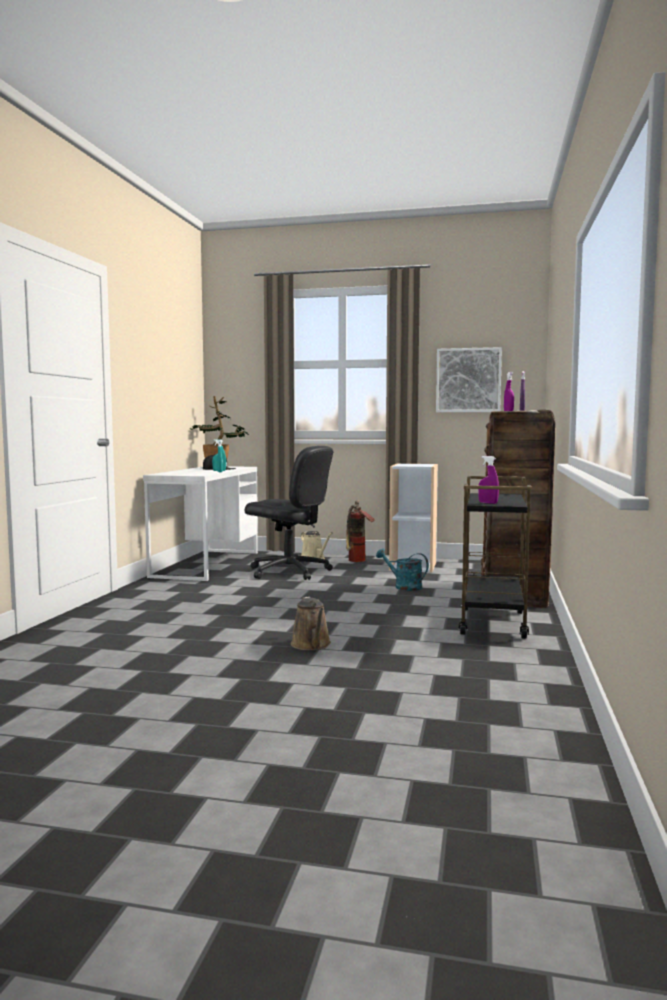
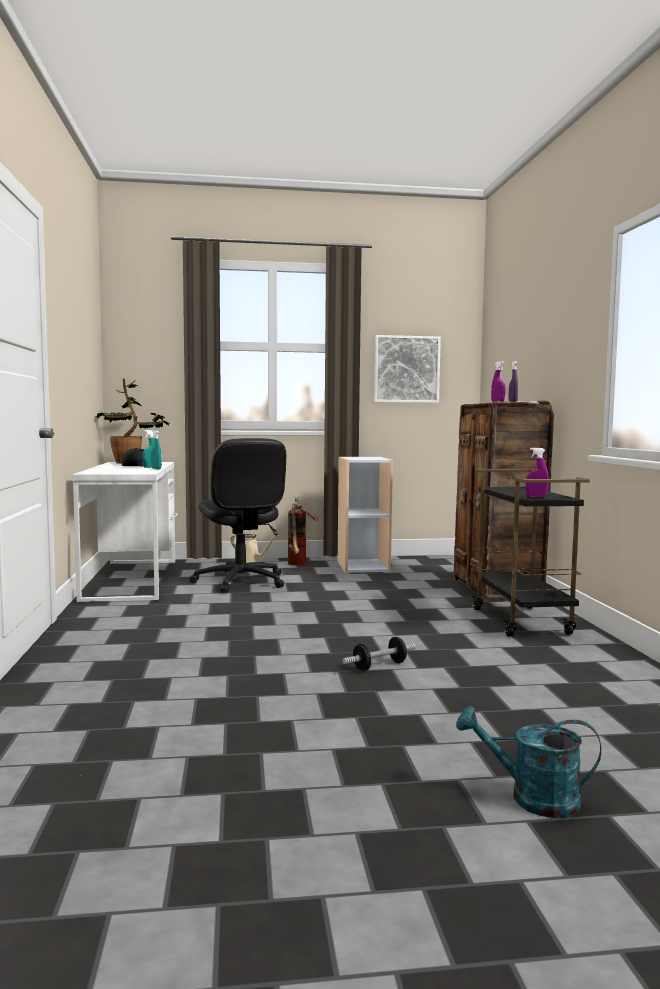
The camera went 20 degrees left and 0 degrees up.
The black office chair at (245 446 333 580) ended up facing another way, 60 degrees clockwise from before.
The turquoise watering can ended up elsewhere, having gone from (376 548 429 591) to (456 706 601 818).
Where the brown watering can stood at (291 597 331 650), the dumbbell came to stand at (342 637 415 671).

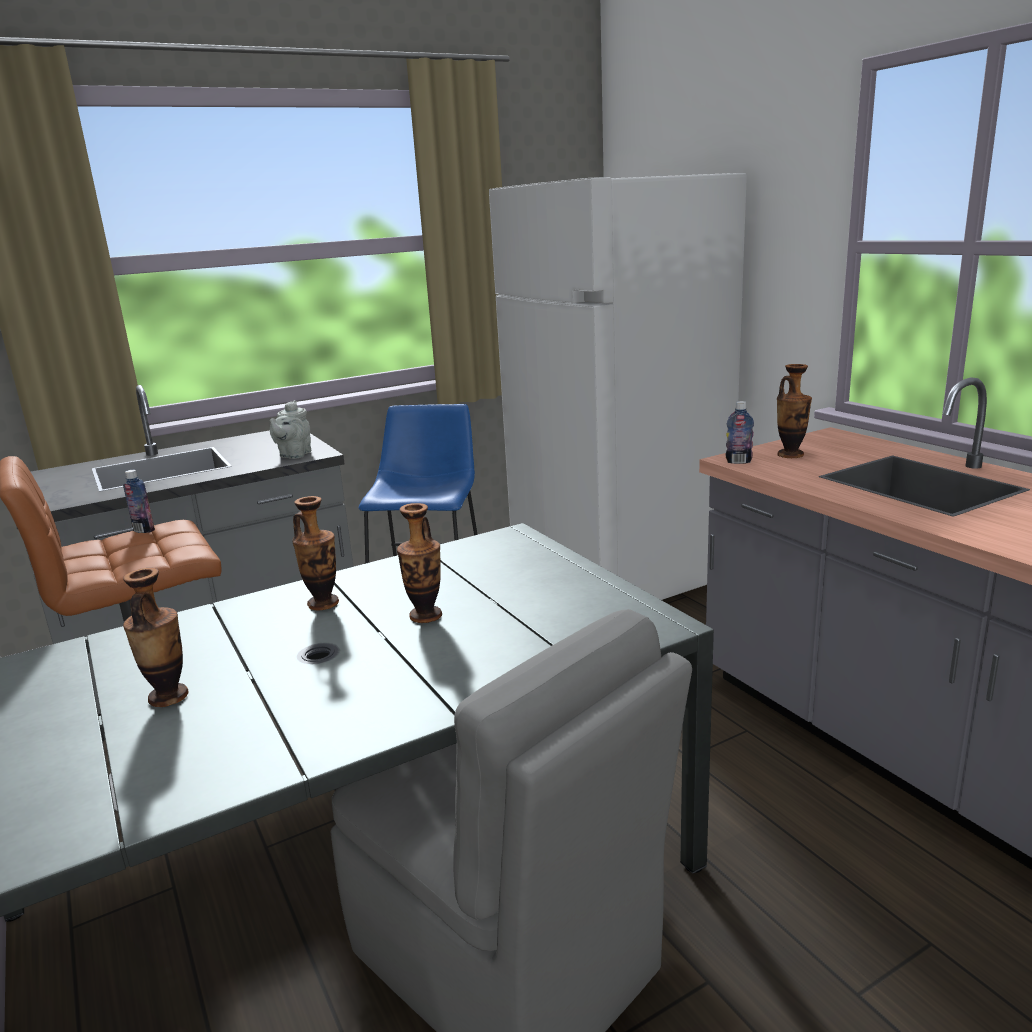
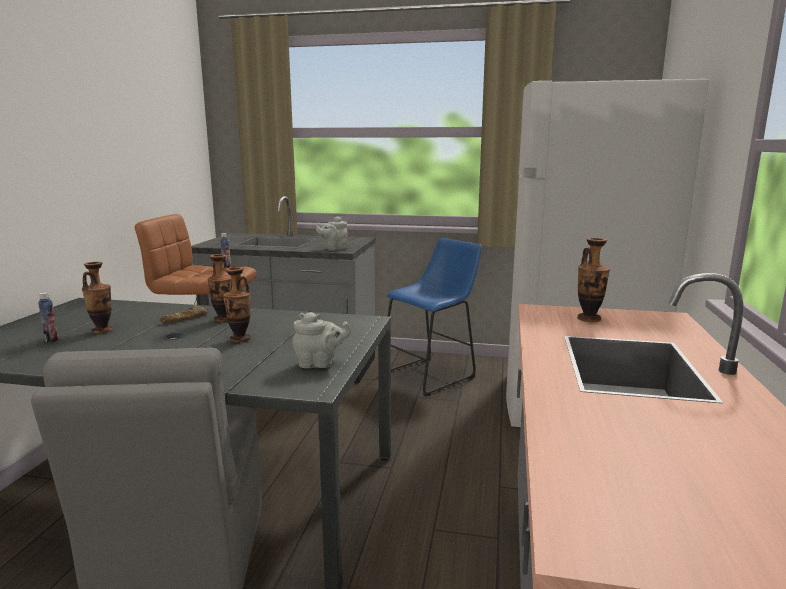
The camera went 40 degrees right and 5 degrees down.
The bottle ended up elsewhere, having gone from (726 401 754 464) to (38 292 58 343).
The second view gained the bread at (160 305 208 324).
The second view gained the grey teapot at (293 312 351 368).

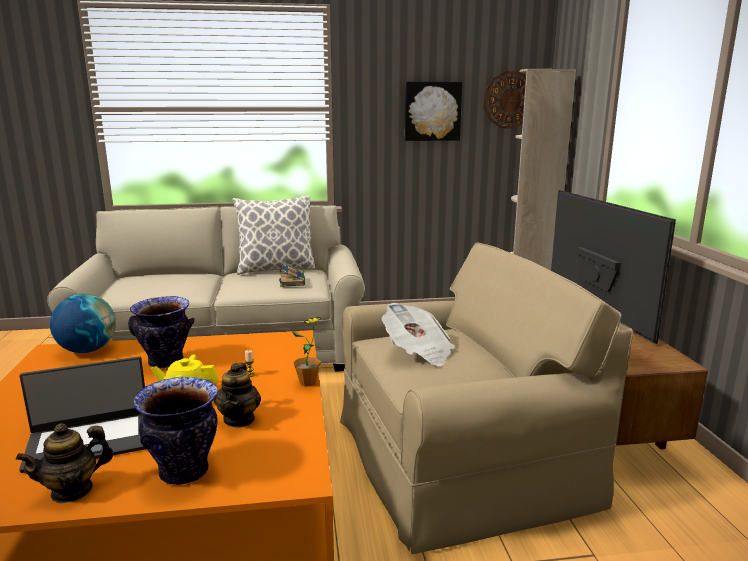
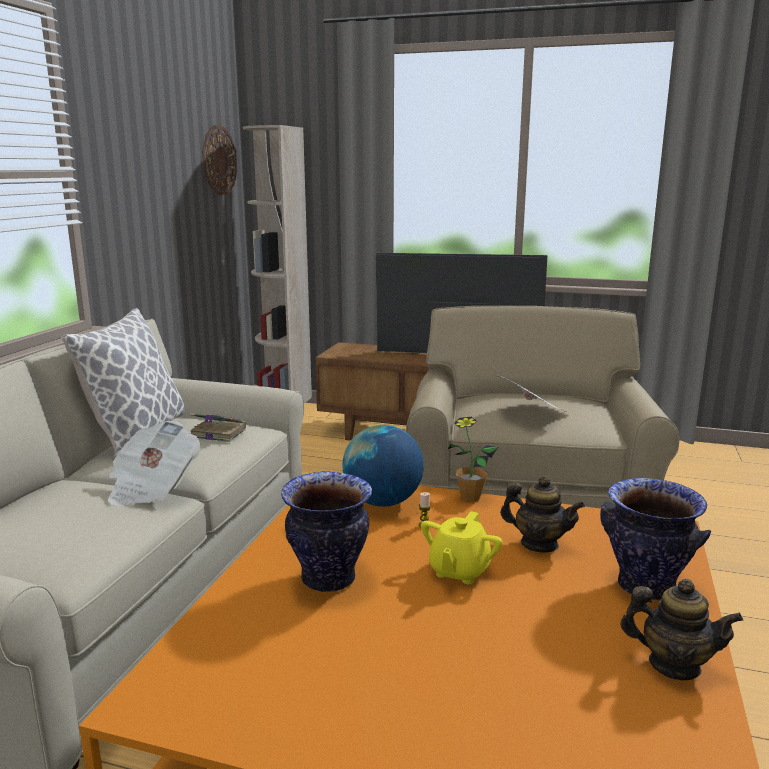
The camera went 65 degrees left and 0 degrees up.
The second view lost the picture at (405 82 462 141).
The globe ended up elsewhere, having gone from (50 294 116 353) to (342 425 424 507).
The second view lost the laptop at (19 357 147 473).
The teapot at (16 423 114 503) ended up facing another way, 60 degrees counterclockwise from before.
The second view gained the newspaper at (108 421 200 506).

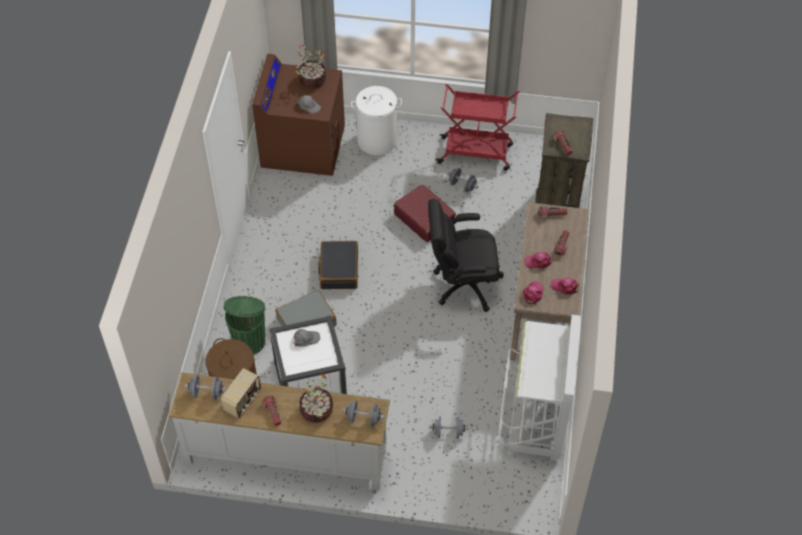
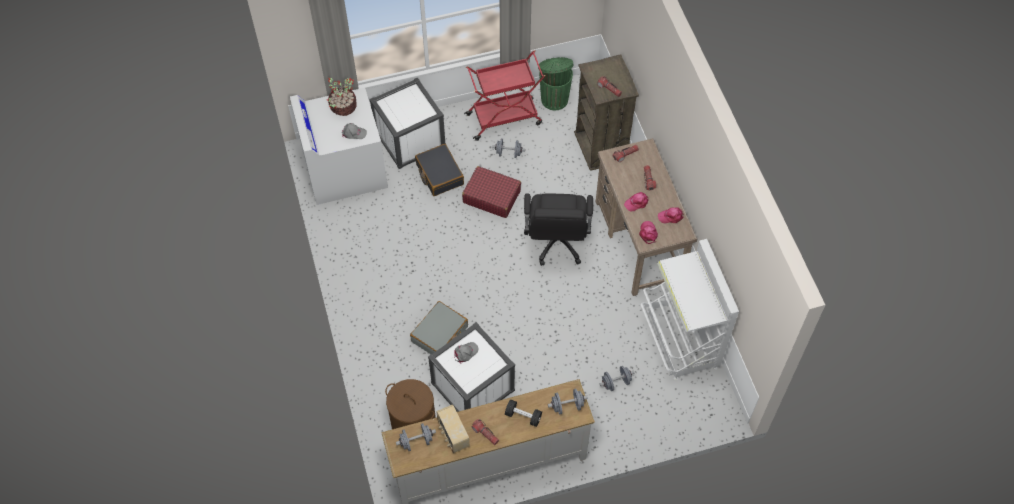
The camera went 25 degrees left and 5 degrees up.
What was the brown washing machine at (252 54 345 176) turned into the white washing machine at (290 88 388 205).
Where the white laundry basket stood at (351 86 402 155), the white storage box came to stand at (369 78 445 169).
The black office chair at (428 199 504 312) ended up facing another way, 60 degrees counterclockwise from before.
The black suitcase ended up elsewhere, having gone from (318 241 358 289) to (415 144 464 196).
The green trash can ended up elsewhere, having gone from (224 296 265 355) to (538 57 573 110).
The radio at (221 368 261 418) ended up facing another way, 150 degrees clockwise from before.
Where the potted plant stood at (299 373 333 423), the black dumbbell came to stand at (505 399 542 427).

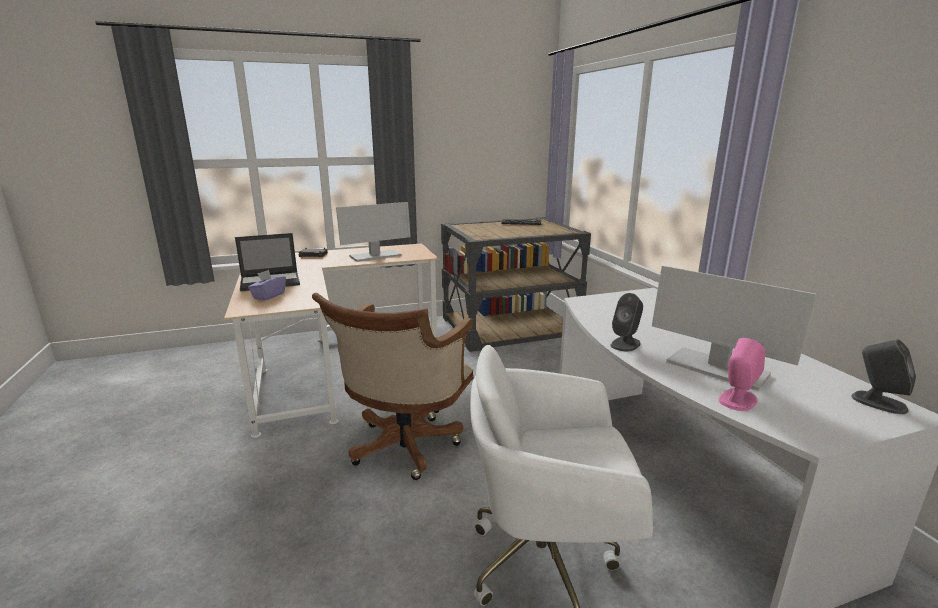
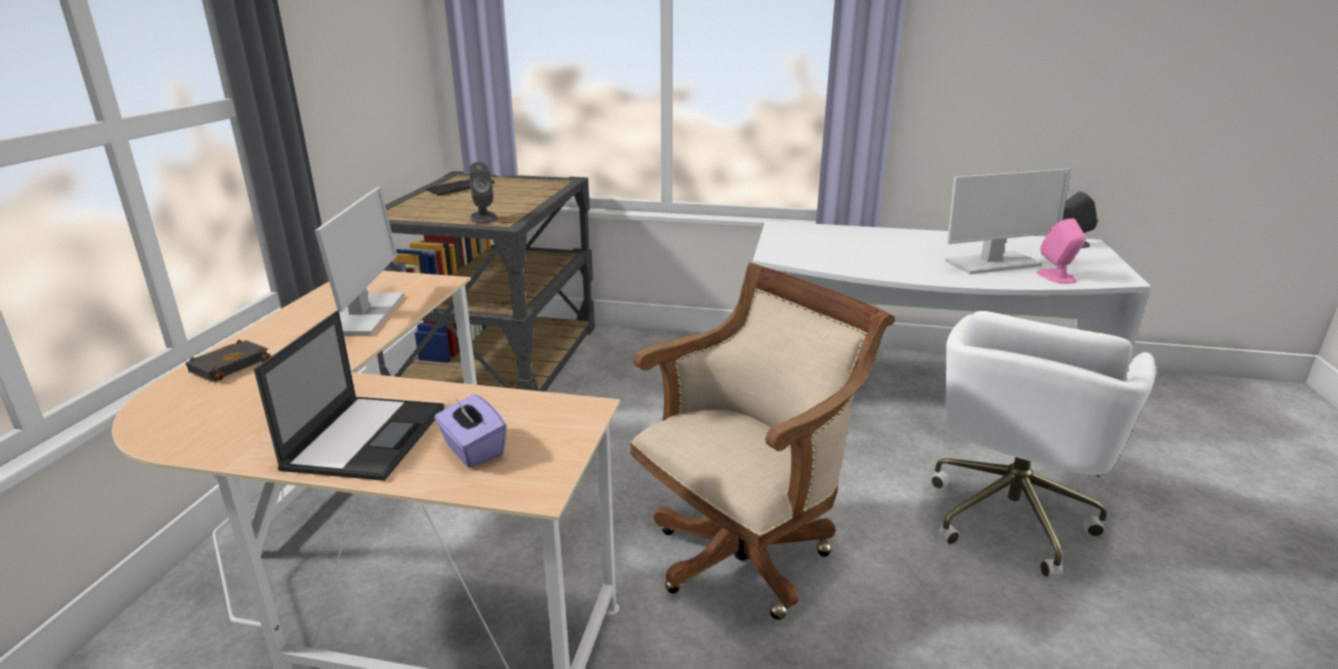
The camera went 60 degrees left and 5 degrees up.
The office chair at (312 293 473 480) ended up facing another way, 90 degrees counterclockwise from before.
The grey speaker ended up elsewhere, having gone from (611 293 643 352) to (469 162 497 223).

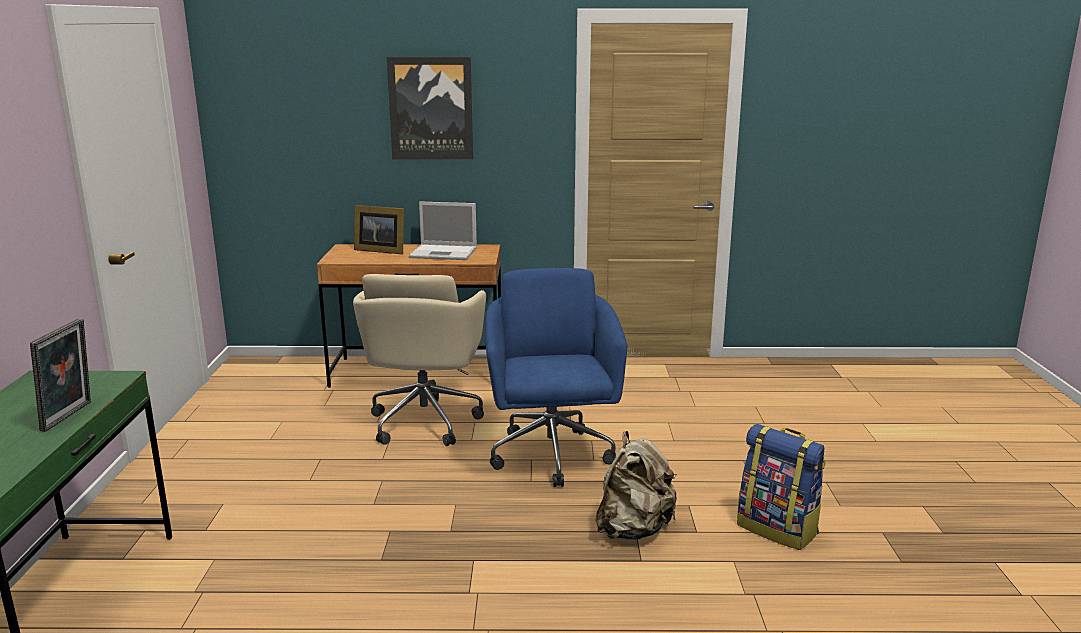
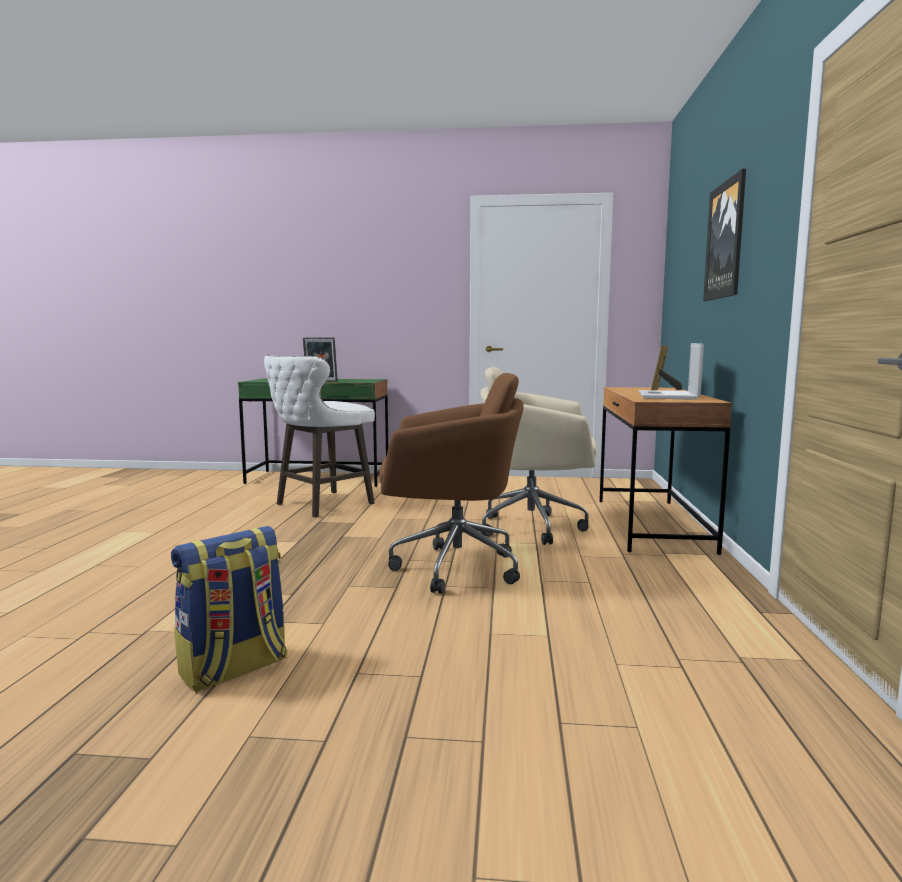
The camera went 95 degrees right and 10 degrees down.
What was the blue office chair at (485 268 627 487) turned into the brown office chair at (379 373 524 594).
The second view lost the beige backpack at (595 431 677 540).
The second view gained the white stool at (264 355 375 517).

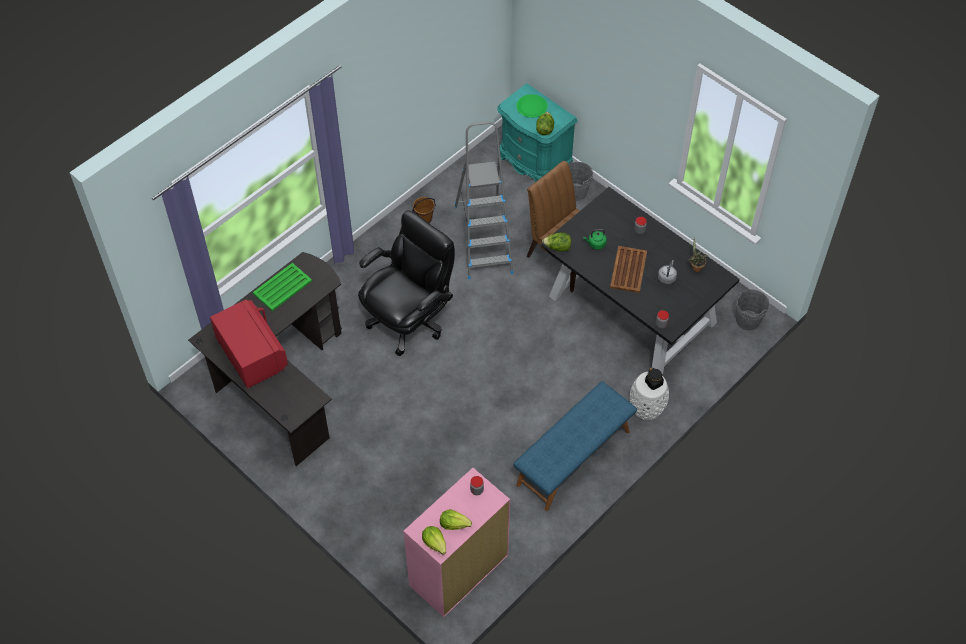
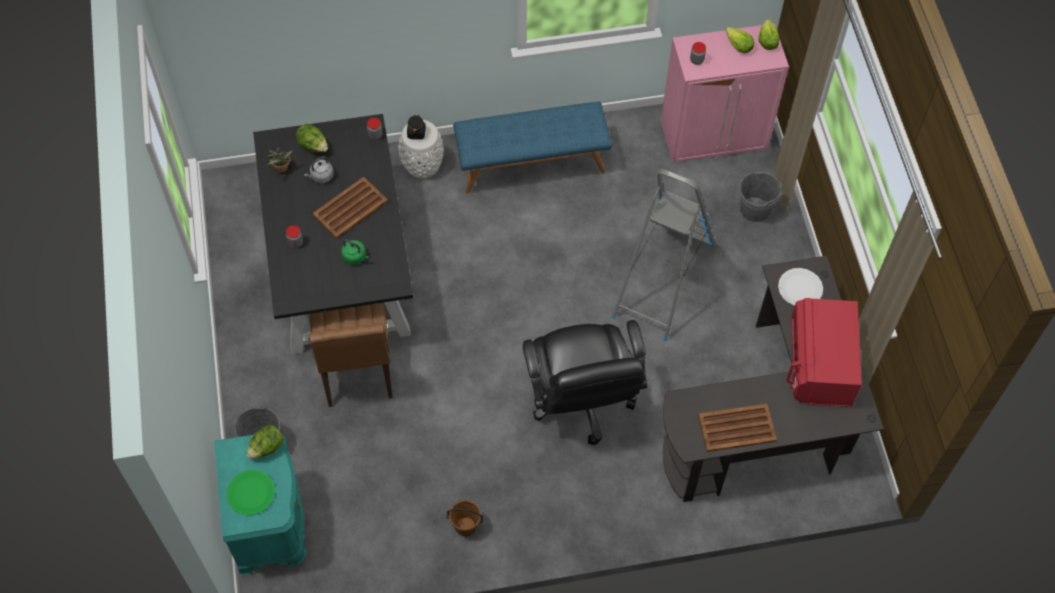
The camera went 145 degrees left and 5 degrees up.
The grey step ladder ended up elsewhere, having gone from (454 121 513 279) to (612 169 715 341).
The black office chair at (358 210 455 356) ended up facing another way, 90 degrees counterclockwise from before.
The lettuce ended up elsewhere, having gone from (542 232 571 251) to (296 124 328 152).
What was the green tray at (253 263 312 311) turned into the brown tray at (698 404 777 452).
The grey bucket ended up elsewhere, having gone from (736 289 770 330) to (740 170 781 222).
The second view gained the white plate at (778 268 823 306).

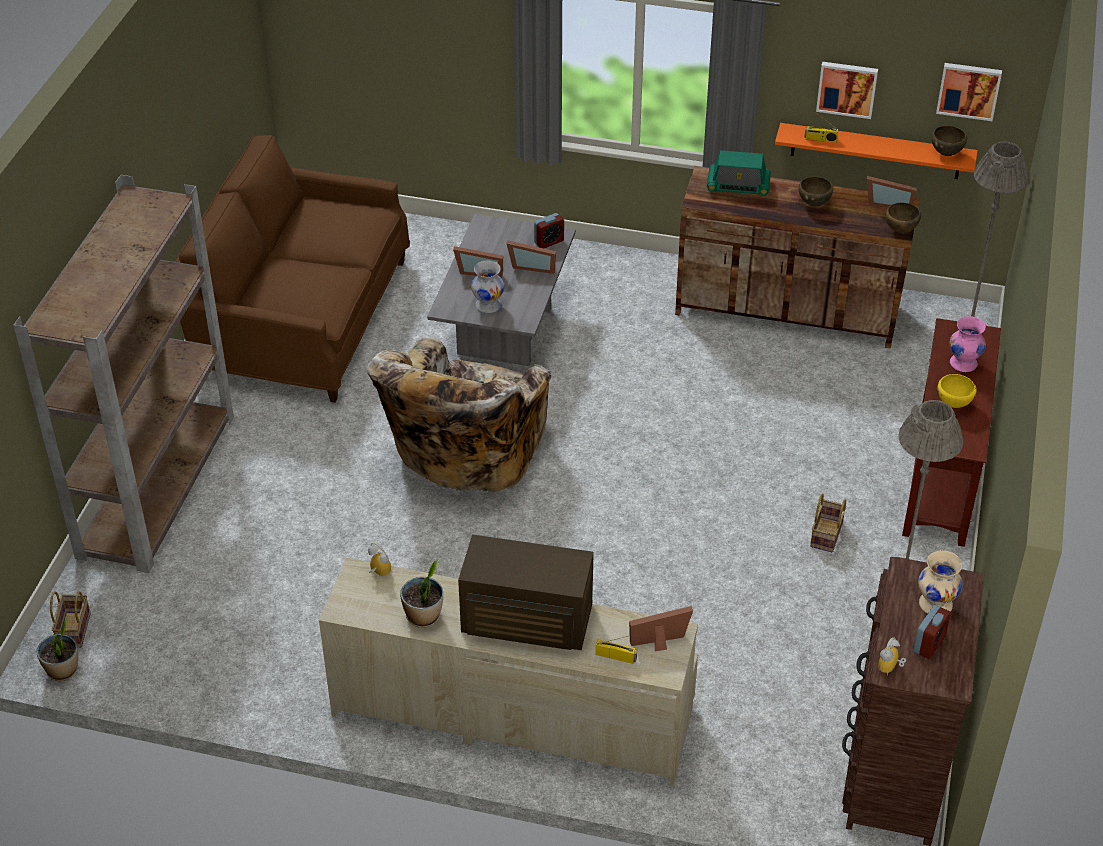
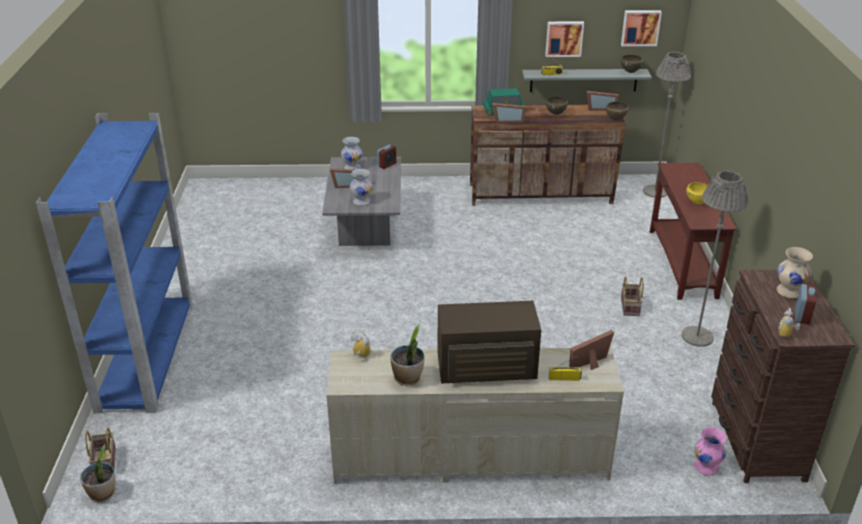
The camera went 15 degrees left and 10 degrees down.
What was the orange shelf at (775 123 978 179) turned into the grey shelf at (522 69 652 92).
The second view lost the brown sofa at (175 135 410 403).
What was the brown bookcase at (13 175 234 573) turned into the blue bookcase at (36 113 193 413).
The picture frame ended up elsewhere, having gone from (506 240 556 274) to (492 103 526 123).
The pink vase ended up elsewhere, having gone from (949 316 986 372) to (694 427 726 475).
The second view lost the beige armchair at (367 338 551 492).
The second view gained the white vase at (341 137 363 170).

